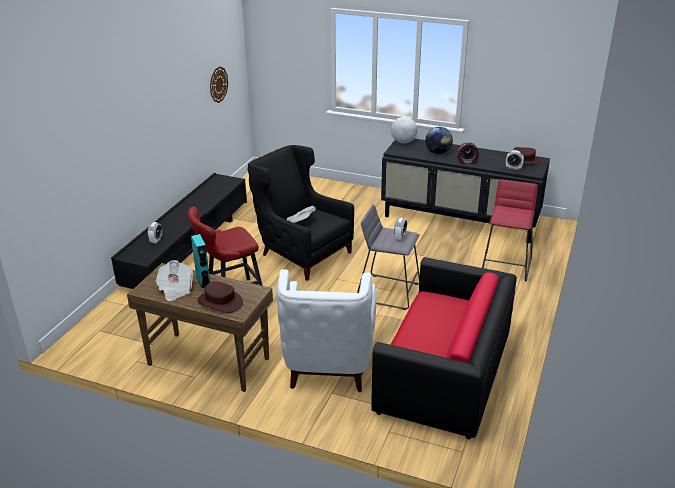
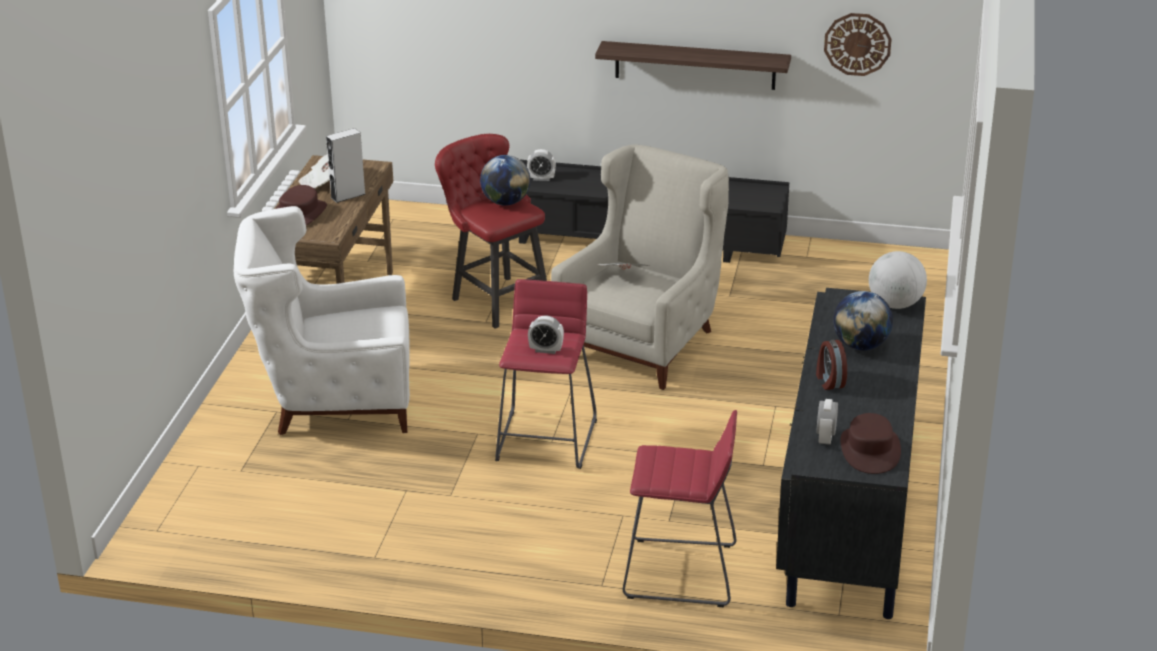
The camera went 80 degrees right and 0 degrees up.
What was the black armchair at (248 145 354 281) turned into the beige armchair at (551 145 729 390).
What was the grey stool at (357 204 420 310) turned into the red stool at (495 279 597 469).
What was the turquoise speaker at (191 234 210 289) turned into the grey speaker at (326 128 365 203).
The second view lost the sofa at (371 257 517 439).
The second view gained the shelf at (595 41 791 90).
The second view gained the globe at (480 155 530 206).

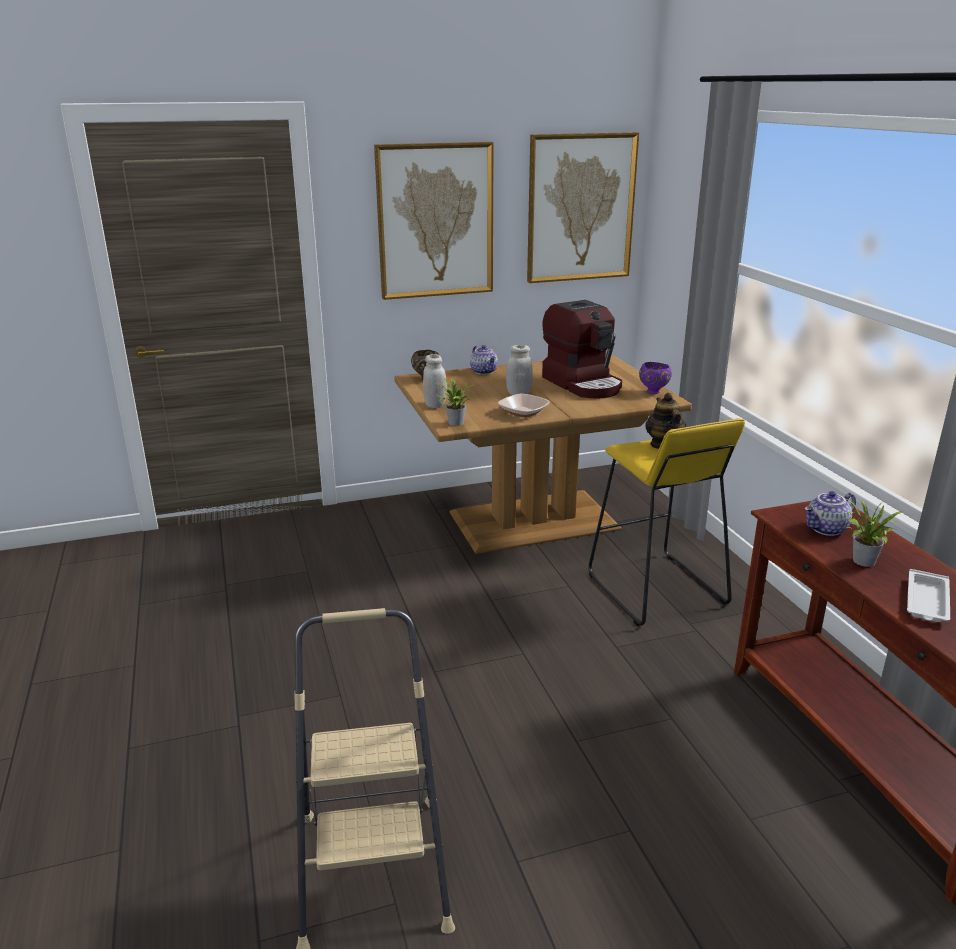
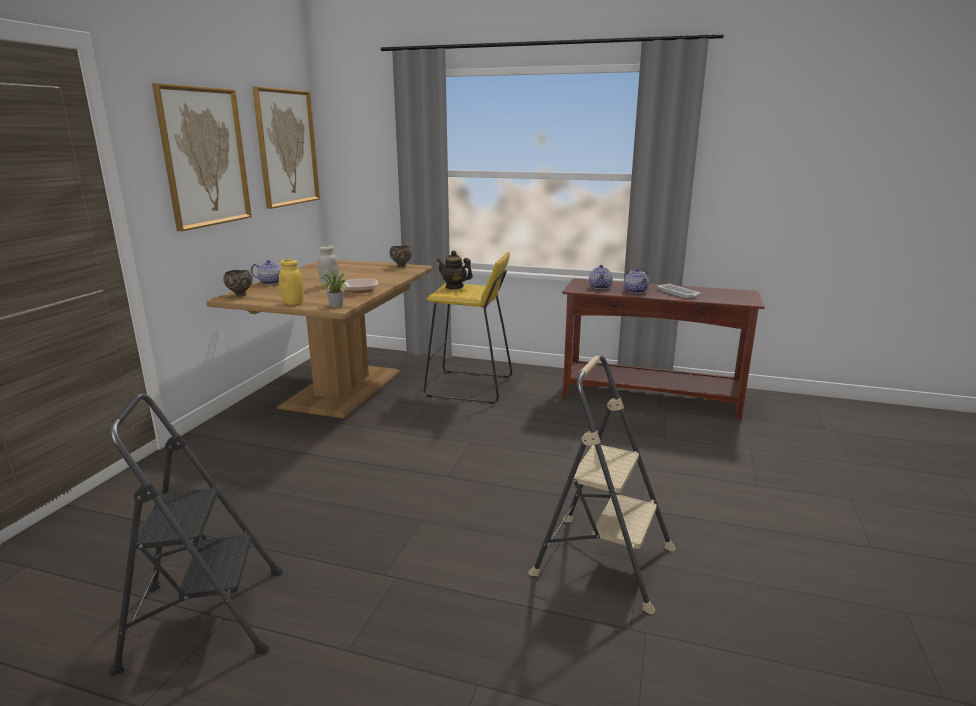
The camera went 55 degrees left and 5 degrees down.
The second view lost the coffee machine at (542 300 622 399).
What was the white jar at (423 354 447 408) turned into the yellow jar at (279 259 304 305).
What was the purple bowl at (639 362 672 394) turned into the brown bowl at (390 246 412 267).
Where the potted plant stood at (844 498 904 567), the teapot came to stand at (624 268 649 294).
The second view gained the black step ladder at (108 393 283 676).

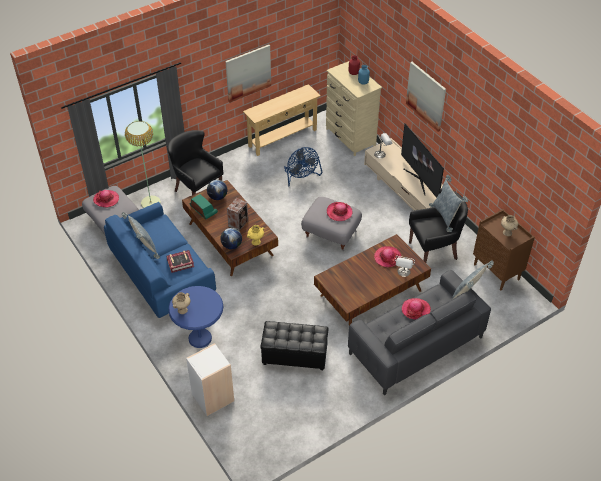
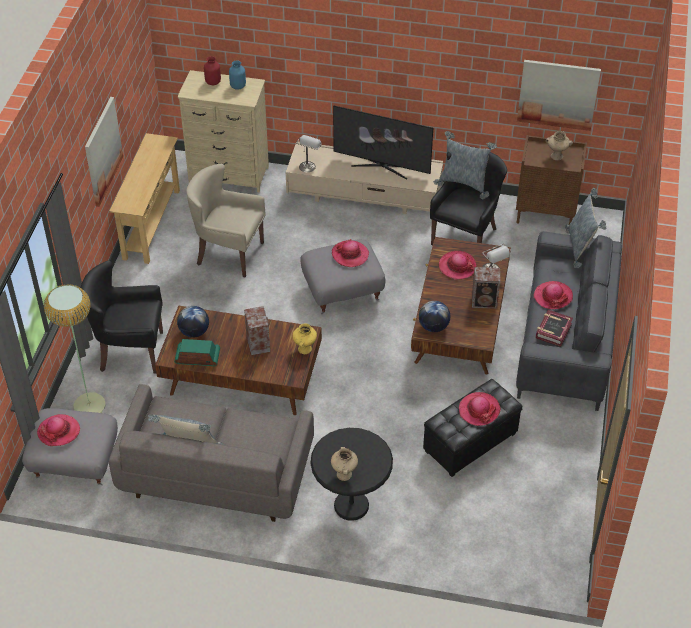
The camera went 45 degrees left and 0 degrees up.
The picture ended up elsewhere, having gone from (406 62 446 132) to (517 60 601 131).
Where the blue fan stood at (284 147 322 187), the beige armchair came to stand at (186 164 266 277).
What was the blue sofa at (104 202 216 318) turned into the grey sofa at (109 384 314 522).
The globe ended up elsewhere, having gone from (220 228 242 249) to (419 301 450 332).
The book ended up elsewhere, having gone from (167 250 194 273) to (536 310 573 347).
What was the blue side table at (168 286 223 348) turned into the black side table at (311 428 393 521).
The second view lost the bookcase at (186 343 234 416).
The second view gained the speaker at (472 267 500 309).
The second view gained the hat at (459 392 501 426).

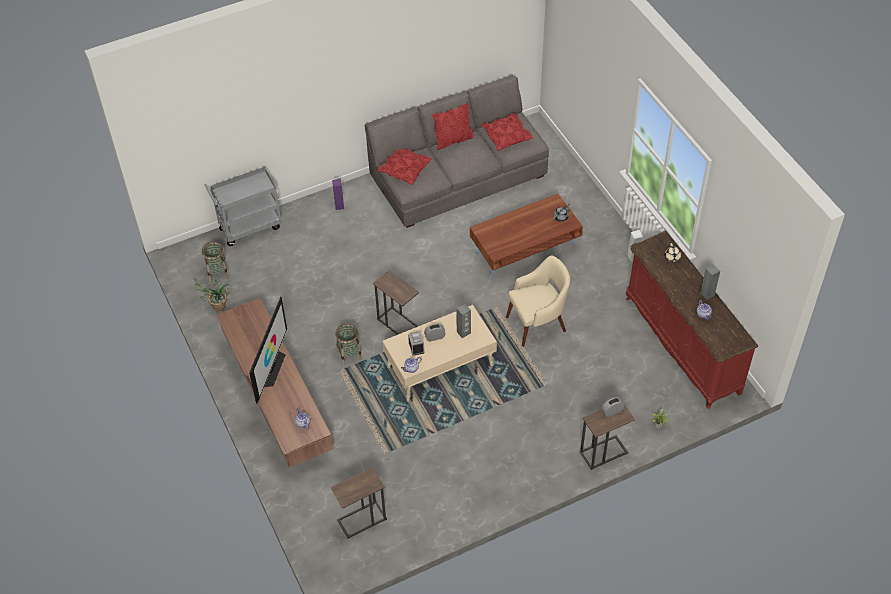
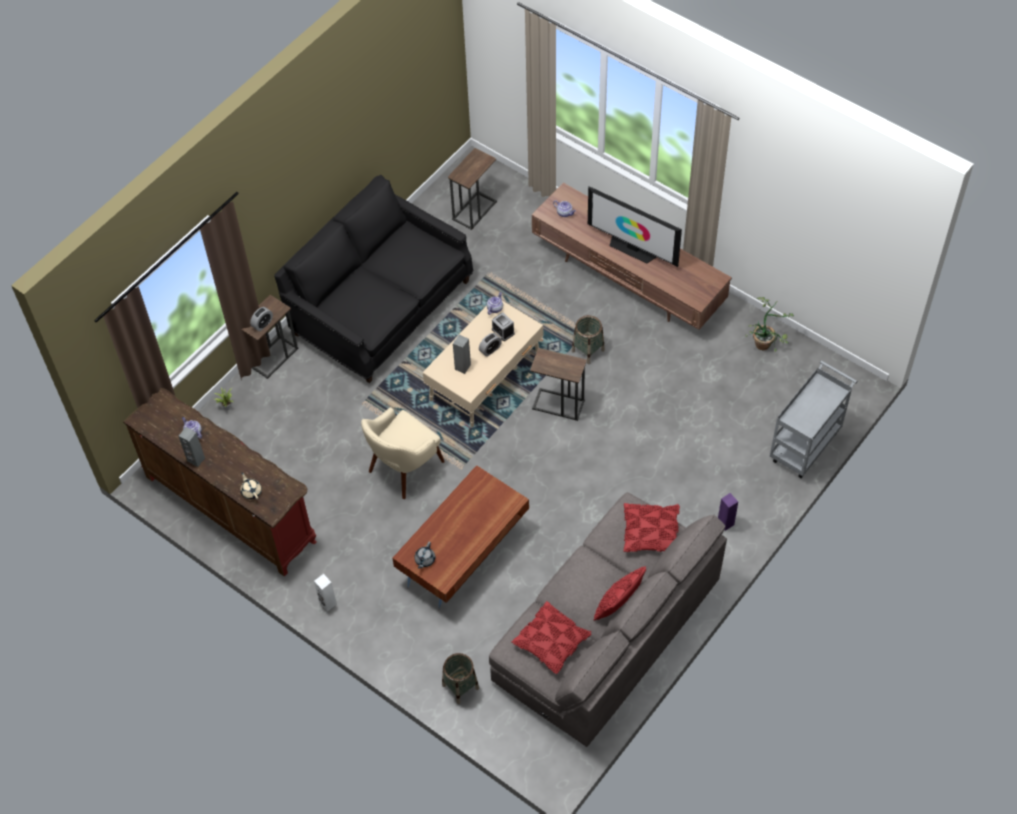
The camera went 155 degrees right and 5 degrees up.
The basket ended up elsewhere, having gone from (202 242 229 281) to (442 653 479 704).
The television at (249 297 287 404) ended up facing another way, 45 degrees counterclockwise from before.
The second view gained the black sofa at (274 175 474 383).

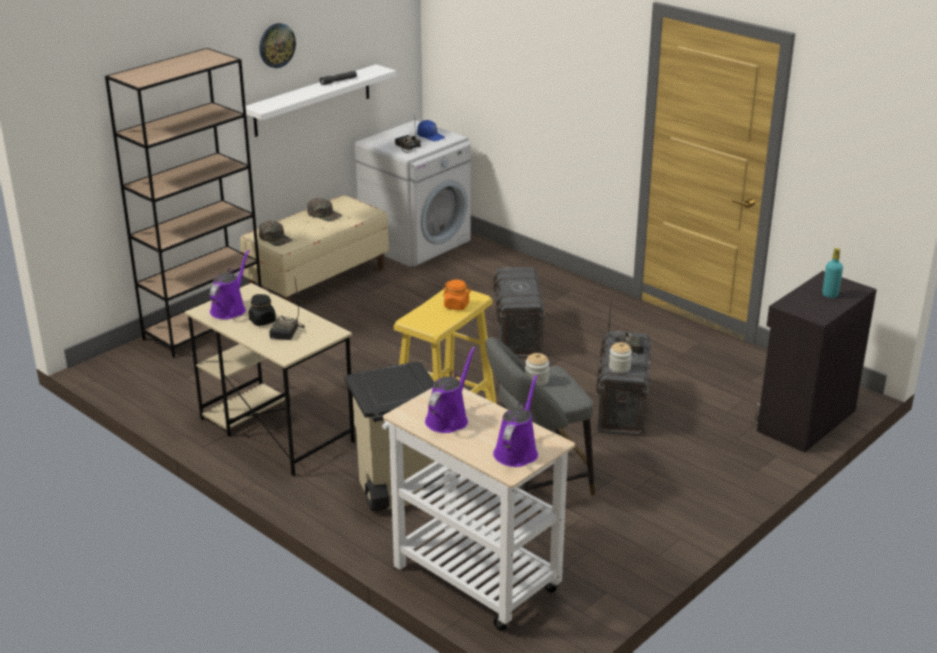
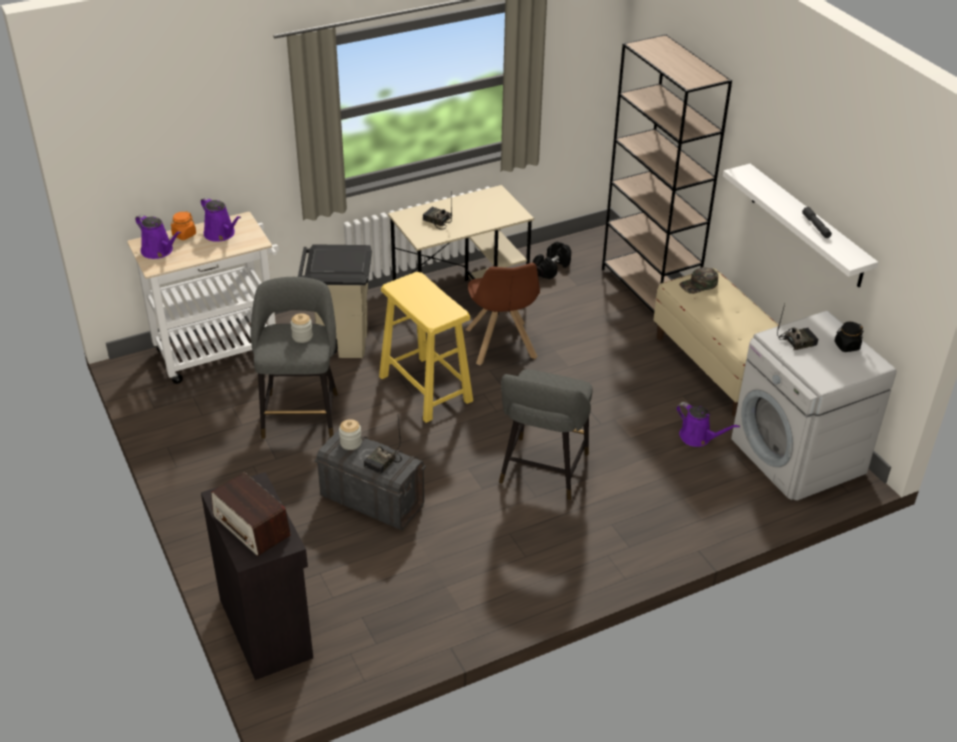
The camera went 110 degrees right and 10 degrees up.
The second view lost the wall clock at (260 23 296 68).
The second view lost the blue cap at (417 120 445 141).
The second view lost the green cap at (307 198 343 221).
Where the turquoise bottle stood at (822 248 843 298), the radio came to stand at (211 473 291 556).
The purple watering can ended up elsewhere, having gone from (210 250 250 319) to (676 402 740 447).
Where the grey storage box stood at (493 267 545 358), the grey stool came to stand at (499 369 592 500).
The orange jar ended up elsewhere, having gone from (443 280 471 310) to (171 212 196 240).
The black jar ended up elsewhere, having gone from (249 294 276 326) to (834 322 863 352).
The second view gained the black dumbbell at (533 242 571 279).
The second view gained the brown chair at (466 263 540 365).

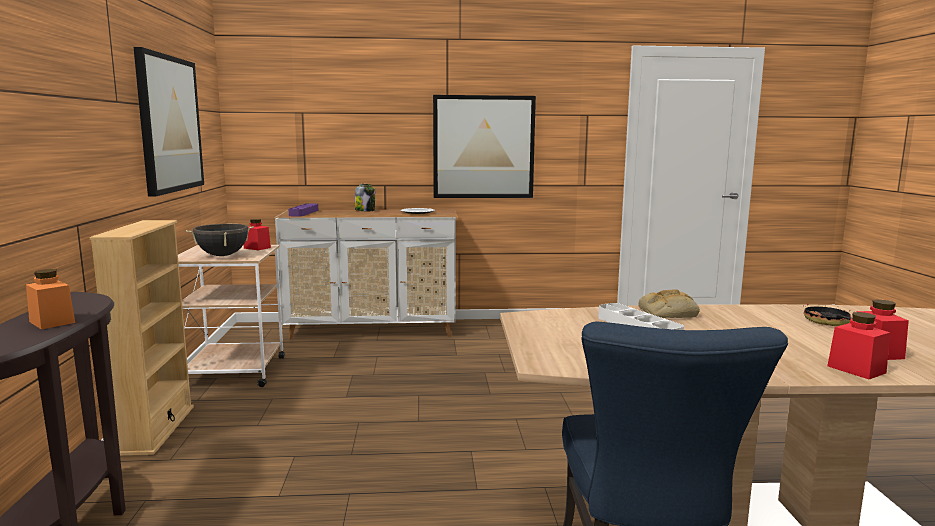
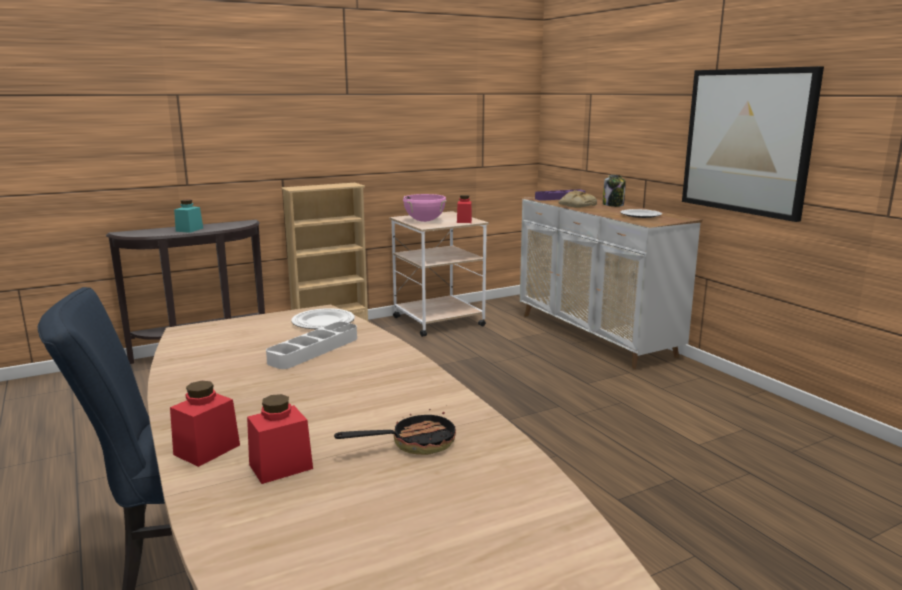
The camera went 65 degrees right and 5 degrees up.
The second view lost the picture at (134 47 204 197).
What was the black cooking pot at (186 224 254 256) turned into the pink cooking pot at (403 194 446 222).
What was the orange jar at (26 269 75 329) turned into the turquoise jar at (174 200 203 233).
The bread ended up elsewhere, having gone from (638 289 700 318) to (558 190 597 208).
The second view gained the plate at (291 308 355 329).

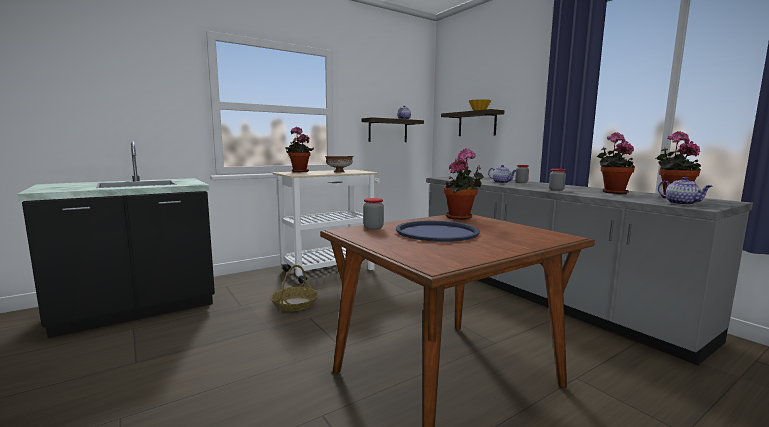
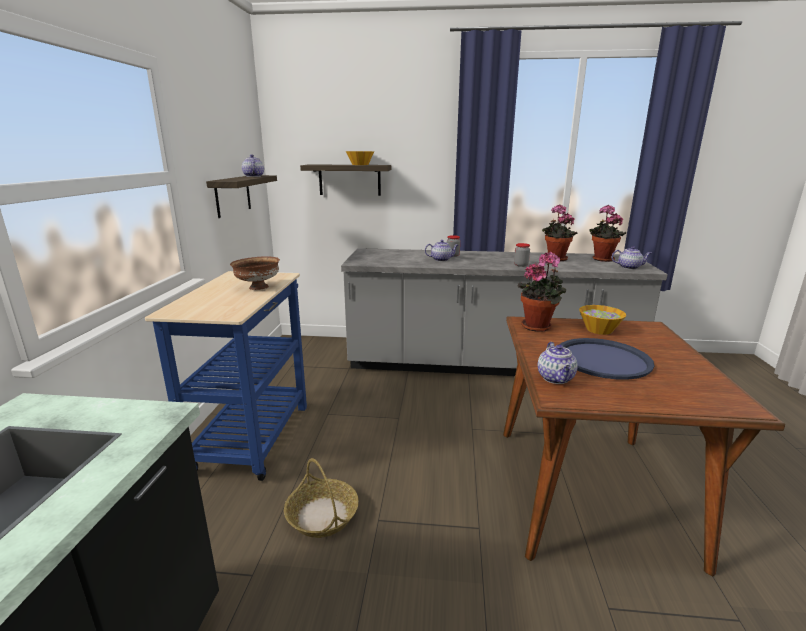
The camera went 50 degrees left and 10 degrees up.
The second view lost the potted plant at (285 127 314 172).
What was the white cart at (272 170 380 284) turned into the blue cart at (145 271 307 481).
Where the jar stood at (363 198 384 230), the teapot came to stand at (537 342 577 384).
The second view gained the bowl at (579 305 627 335).

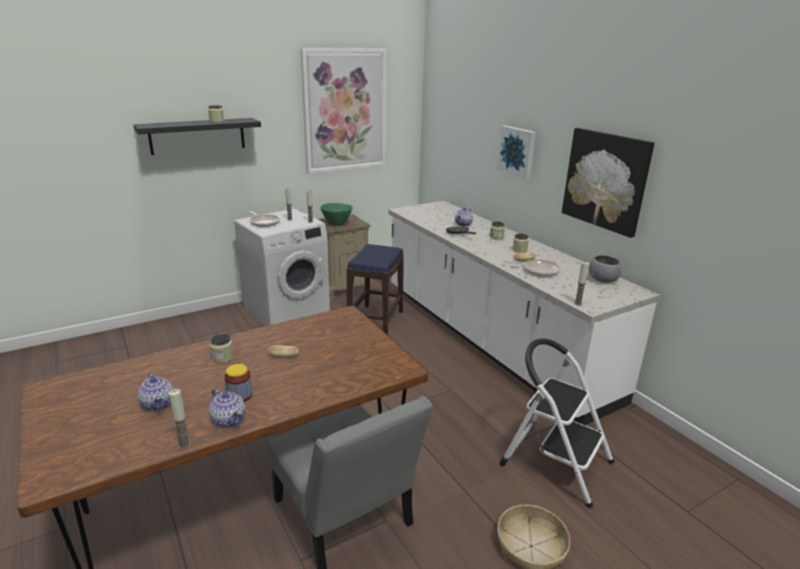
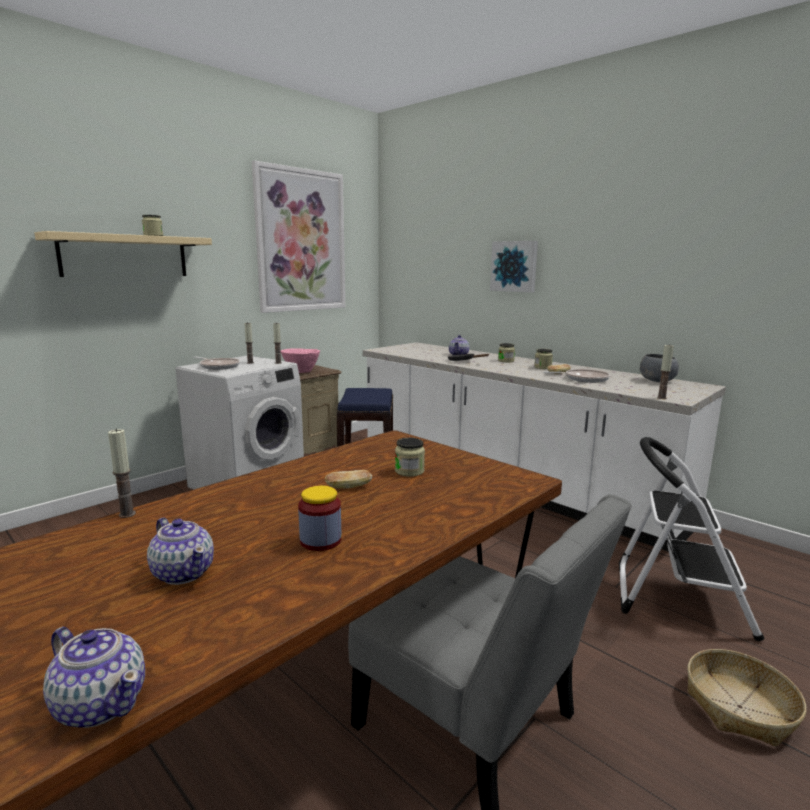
The camera went 15 degrees left and 10 degrees down.
What was the black shelf at (133 118 261 155) turned into the beige shelf at (35 231 212 277).
The second view lost the picture at (562 128 654 238).
What was the green bowl at (320 203 353 226) turned into the pink bowl at (281 348 320 373).
The jar ended up elsewhere, having gone from (210 334 234 363) to (395 438 425 477).
The teapot ended up elsewhere, having gone from (209 388 245 428) to (43 627 145 728).
The candle ended up elsewhere, having gone from (169 389 191 450) to (108 428 136 518).

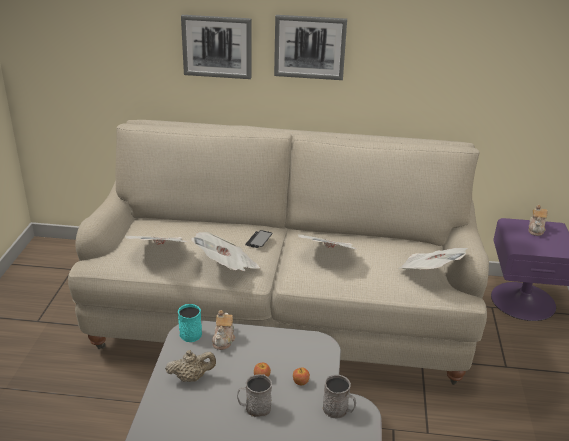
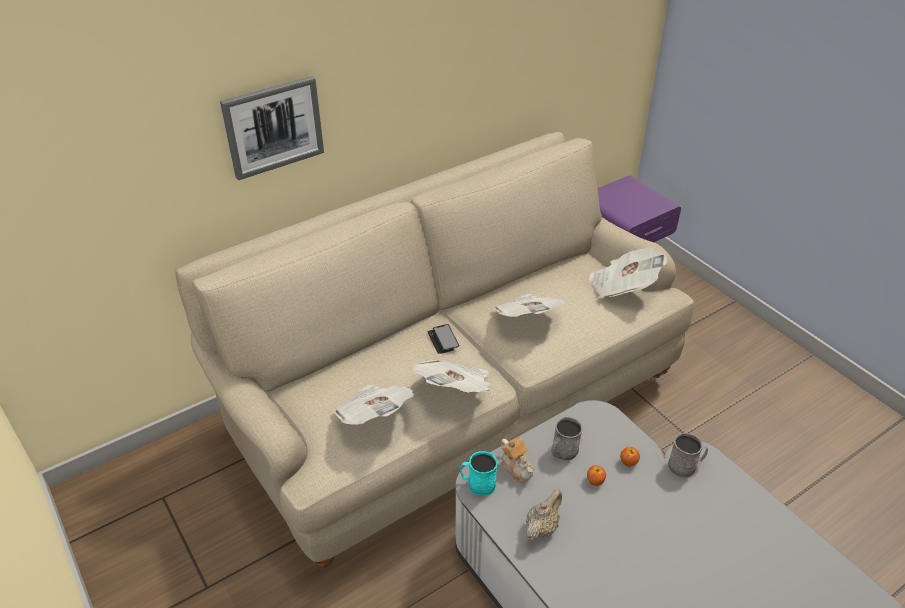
The camera went 40 degrees left and 10 degrees up.
The second view lost the picture at (274 15 347 80).
The second view lost the teapot at (528 205 547 236).
The grey mug ended up elsewhere, having gone from (237 374 272 417) to (551 417 583 461).

